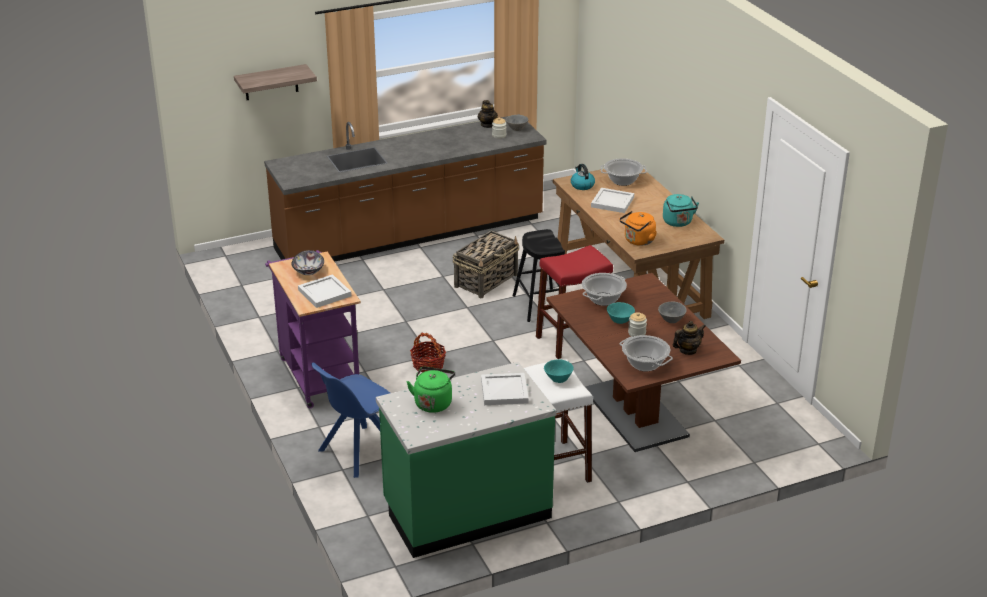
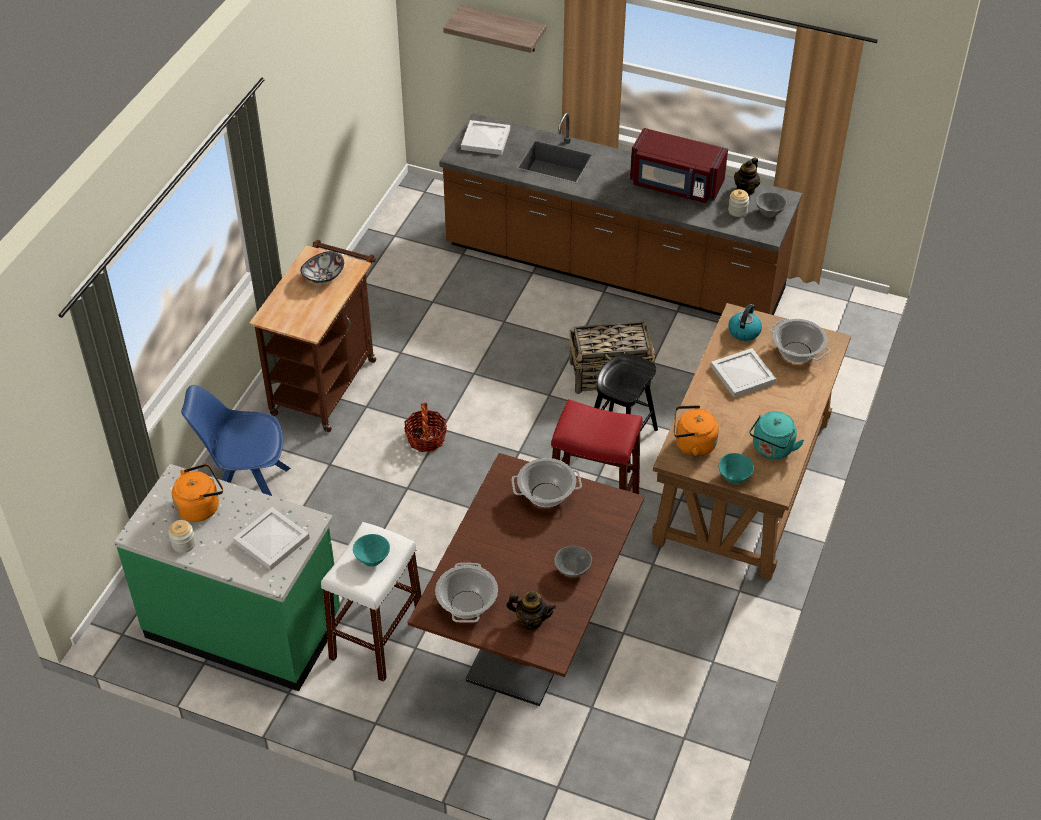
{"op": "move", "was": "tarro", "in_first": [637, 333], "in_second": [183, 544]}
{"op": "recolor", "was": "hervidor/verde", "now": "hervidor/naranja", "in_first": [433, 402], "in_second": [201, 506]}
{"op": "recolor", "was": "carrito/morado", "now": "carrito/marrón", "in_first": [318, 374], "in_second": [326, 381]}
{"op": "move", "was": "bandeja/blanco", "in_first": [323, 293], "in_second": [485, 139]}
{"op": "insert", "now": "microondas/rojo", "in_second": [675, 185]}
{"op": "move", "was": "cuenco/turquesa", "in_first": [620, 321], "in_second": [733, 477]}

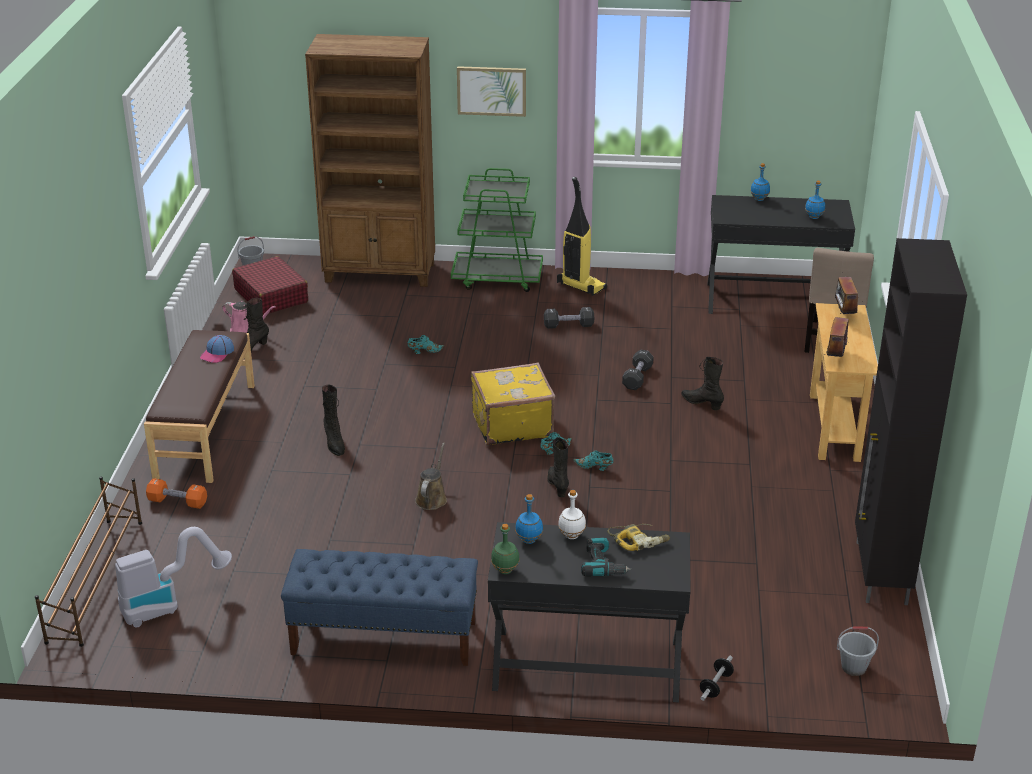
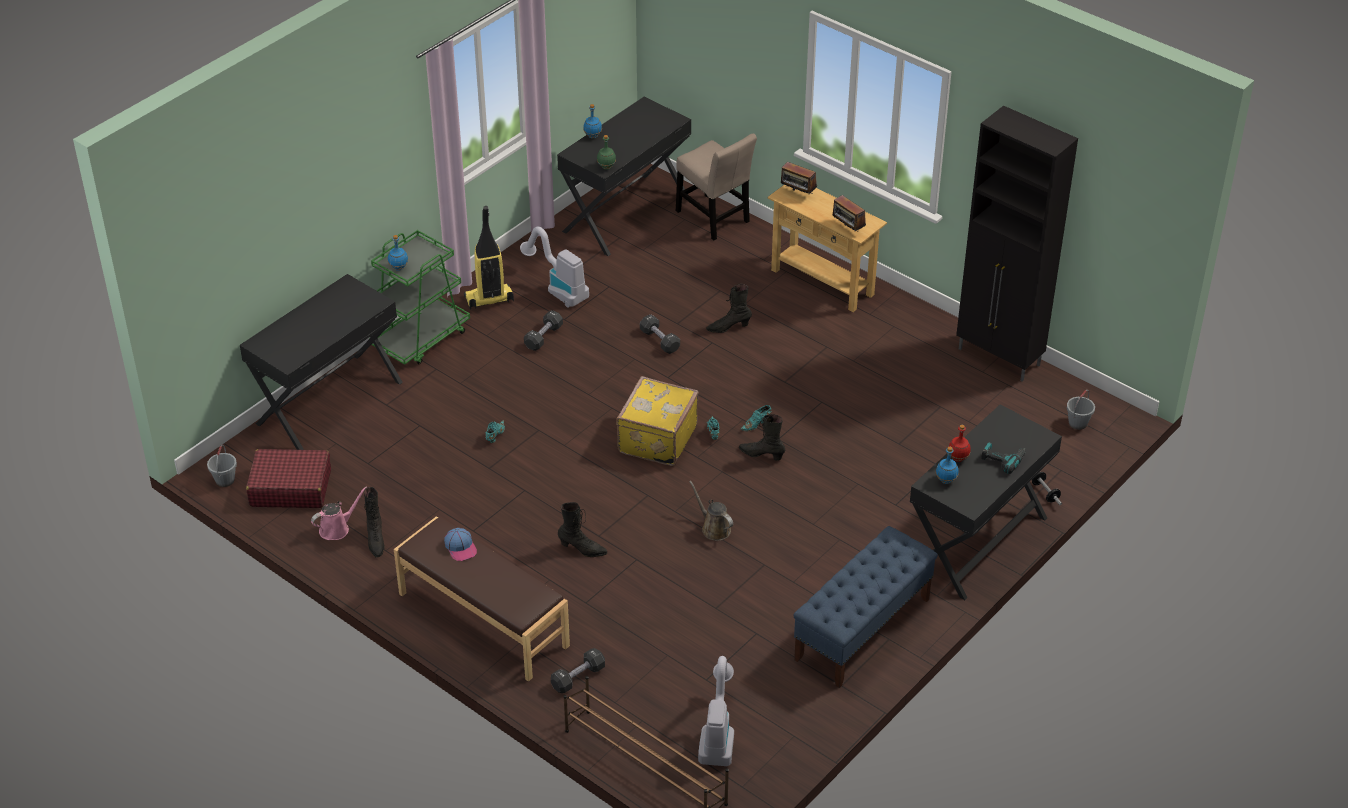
{"op": "replace", "was": "estantería/marrón", "now": "escritorio/negro", "in_first": [380, 273], "in_second": [329, 402]}
{"op": "move", "was": "botella/azul", "in_first": [813, 217], "in_second": [398, 268]}
{"op": "insert", "now": "aspiradora", "in_second": [557, 288]}
{"op": "recolor", "was": "mancuerna/naranja", "now": "mancuerna/negro", "in_first": [177, 502], "in_second": [578, 677]}
{"op": "move", "was": "botella/verde", "in_first": [505, 570], "in_second": [606, 167]}
{"op": "recolor", "was": "botella/blanco", "now": "botella/rojo", "in_first": [571, 535], "in_second": [957, 458]}
{"op": "delete", "was": "cuadro", "in_first": [491, 90]}
{"op": "delete", "was": "taladro", "in_first": [639, 540]}

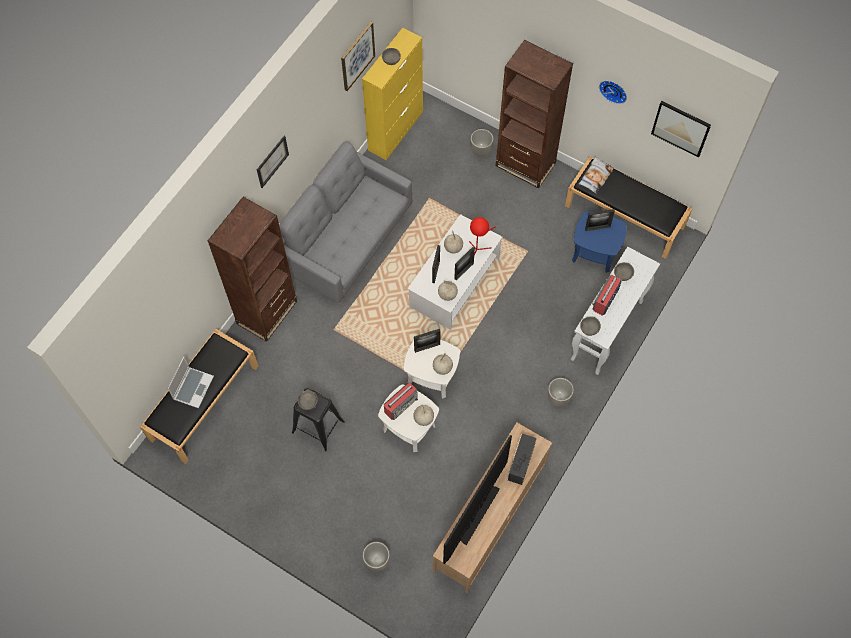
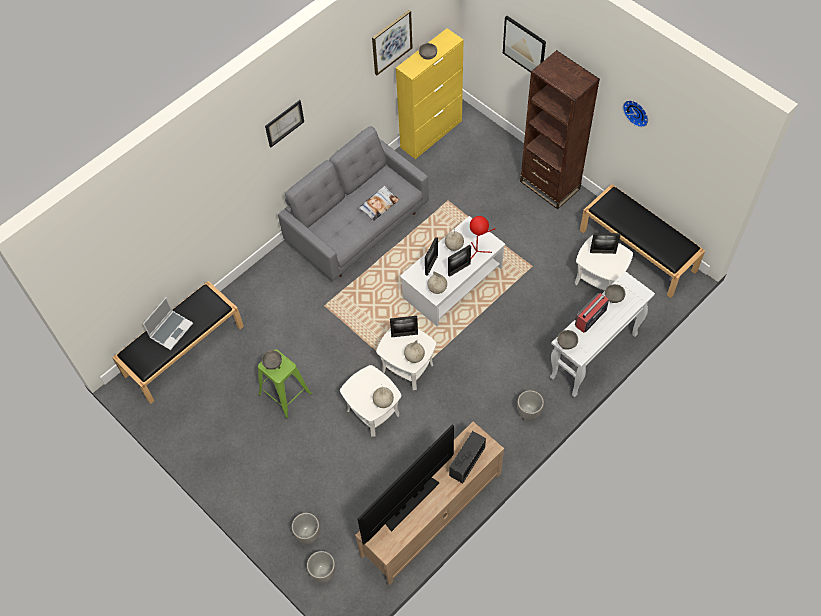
{"op": "recolor", "was": "taburete/negro", "now": "taburete/verde", "in_first": [318, 427], "in_second": [285, 394]}
{"op": "move", "was": "maceta", "in_first": [481, 150], "in_second": [323, 572]}
{"op": "move", "was": "cojín", "in_first": [595, 177], "in_second": [379, 205]}
{"op": "move", "was": "cuadro", "in_first": [681, 128], "in_second": [524, 46]}
{"op": "recolor", "was": "mesa auxiliar/azul", "now": "mesa auxiliar/blanco", "in_first": [595, 253], "in_second": [599, 280]}
{"op": "delete", "was": "estantería/marrón", "in_first": [267, 312]}
{"op": "delete", "was": "radio", "in_first": [401, 404]}

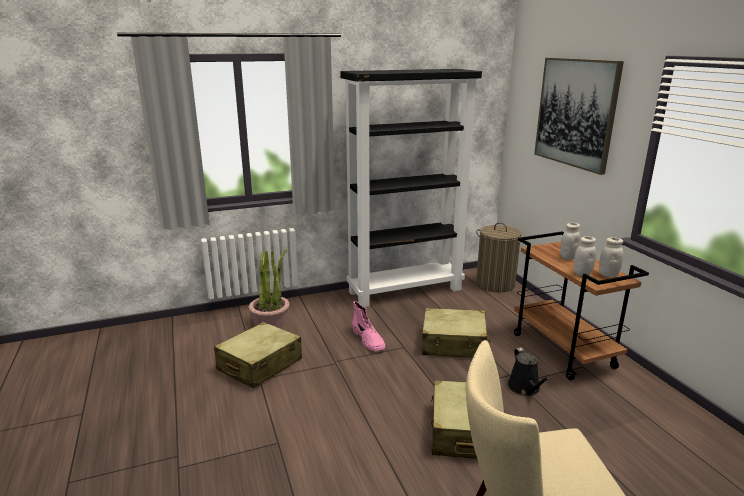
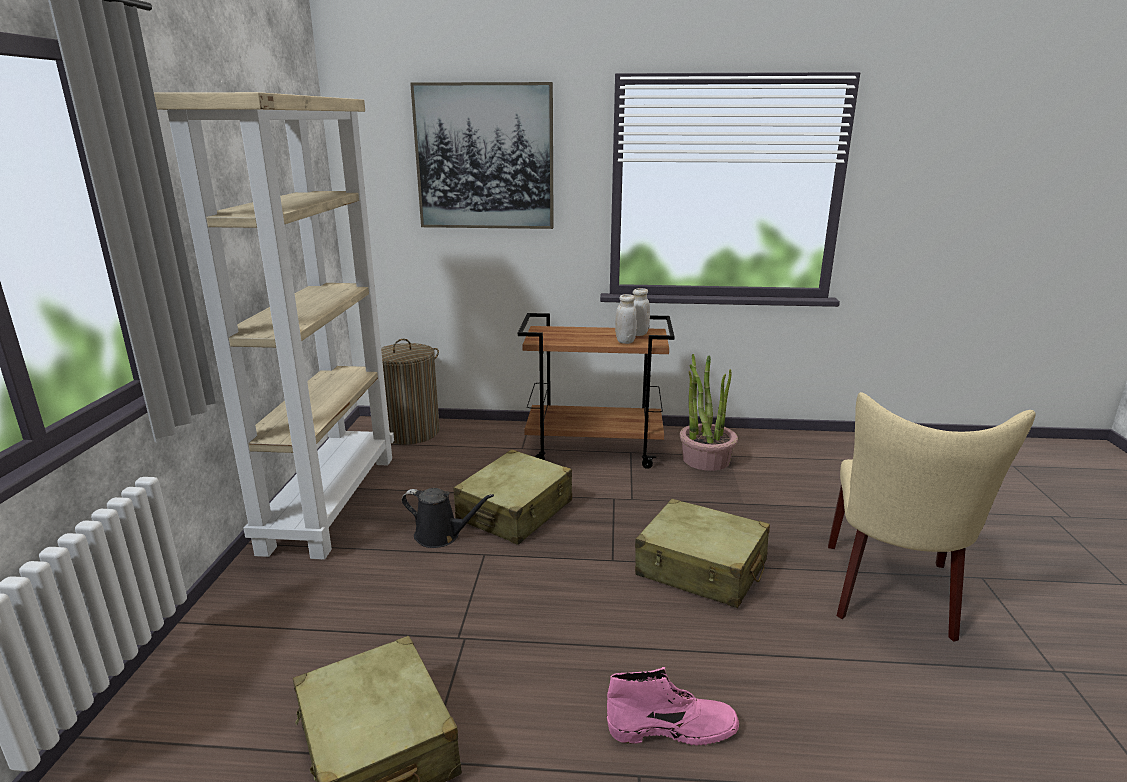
{"op": "recolor", "was": "estantería/negro", "now": "estantería/beis", "in_first": [405, 290], "in_second": [330, 500]}
{"op": "move", "was": "regadera/negro", "in_first": [525, 388], "in_second": [441, 536]}
{"op": "move", "was": "bota/rosa", "in_first": [368, 340], "in_second": [673, 729]}
{"op": "move", "was": "planta en maceta", "in_first": [270, 321], "in_second": [705, 459]}
{"op": "delete", "was": "tarro/blanco", "in_first": [568, 257]}

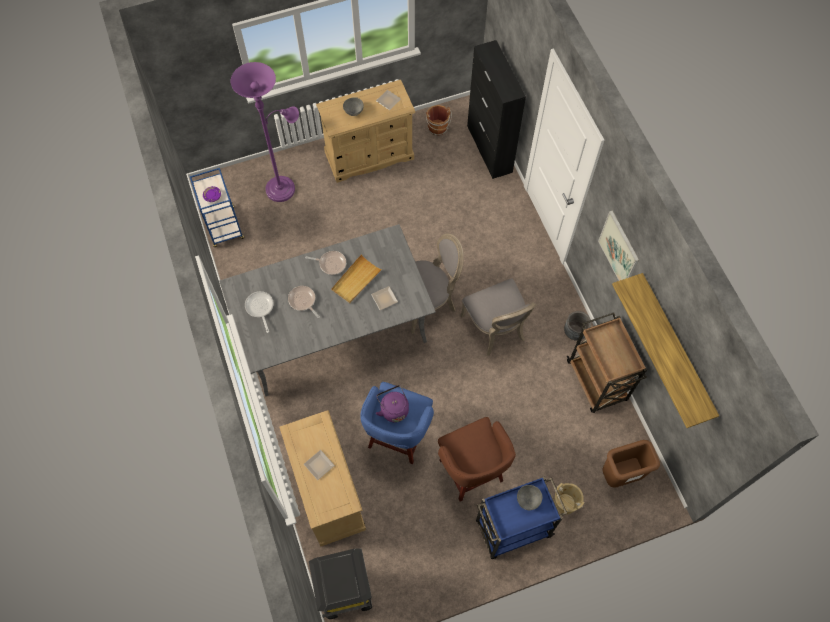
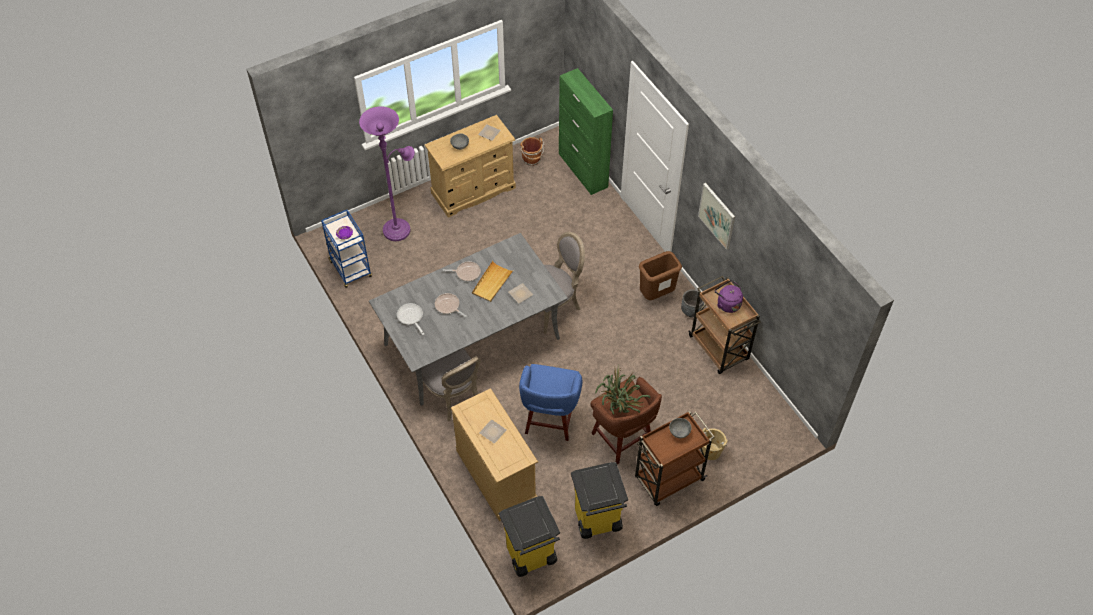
{"op": "move", "was": "silla/gris", "in_first": [496, 329], "in_second": [454, 396]}
{"op": "recolor", "was": "armario/negro", "now": "armario/verde", "in_first": [489, 149], "in_second": [583, 170]}
{"op": "insert", "now": "papelera/amarillo", "in_second": [596, 520]}
{"op": "insert", "now": "planta en maceta", "in_second": [619, 411]}
{"op": "recolor", "was": "carrito/azul", "now": "carrito/marrón", "in_first": [512, 529], "in_second": [668, 479]}
{"op": "move", "was": "papelera/marrón", "in_first": [621, 474], "in_second": [656, 294]}
{"op": "move", "was": "hervidor/morado", "in_first": [393, 409], "in_second": [727, 303]}
{"op": "delete", "was": "estante", "in_first": [675, 347]}

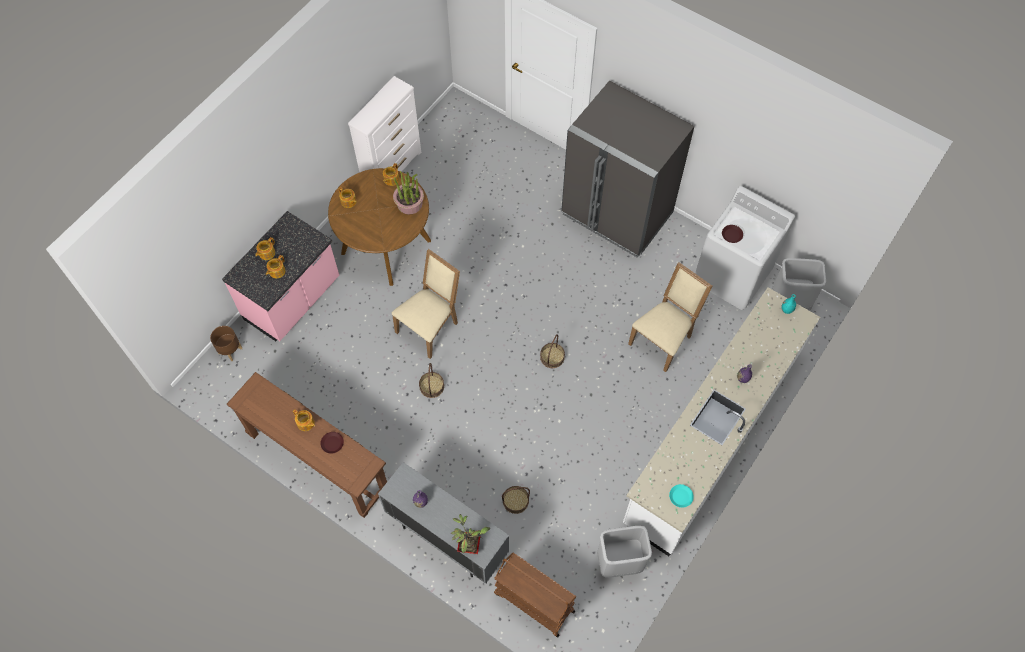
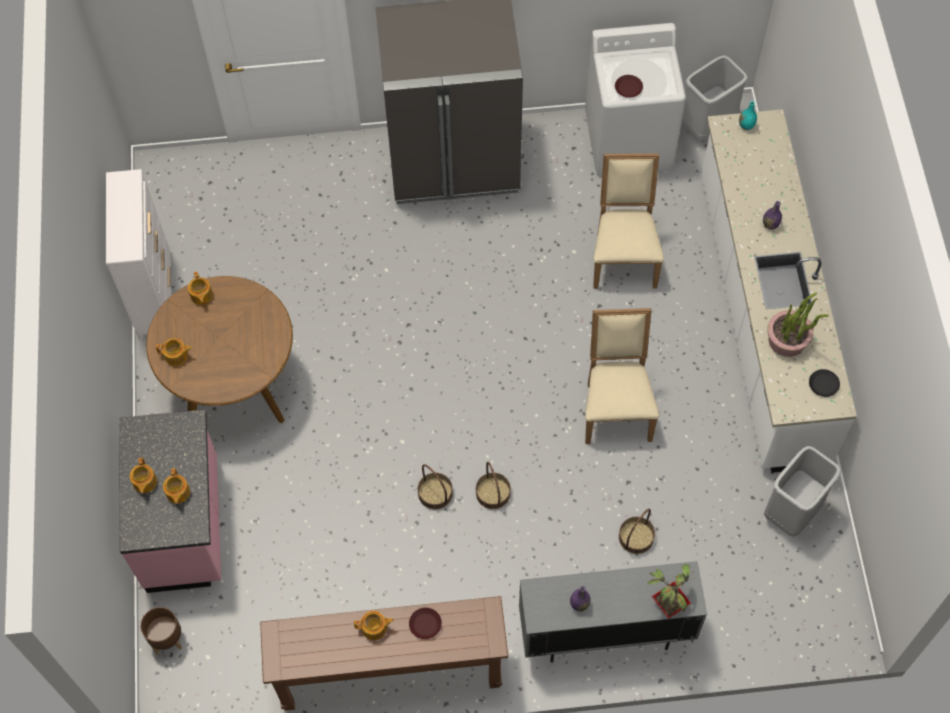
{"op": "move", "was": "cesta", "in_first": [552, 357], "in_second": [493, 493]}
{"op": "move", "was": "silla/beis", "in_first": [430, 326], "in_second": [616, 407]}
{"op": "move", "was": "planta en maceta", "in_first": [409, 204], "in_second": [787, 340]}
{"op": "recolor", "was": "plato/turquesa", "now": "plato/negro", "in_first": [680, 497], "in_second": [823, 385]}
{"op": "delete", "was": "carrito/marrón", "in_first": [533, 602]}

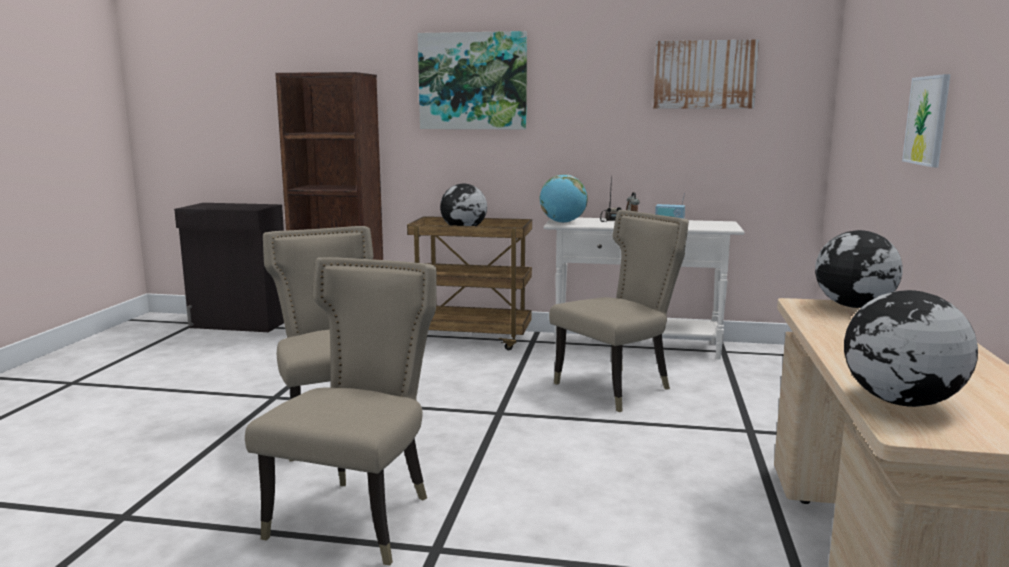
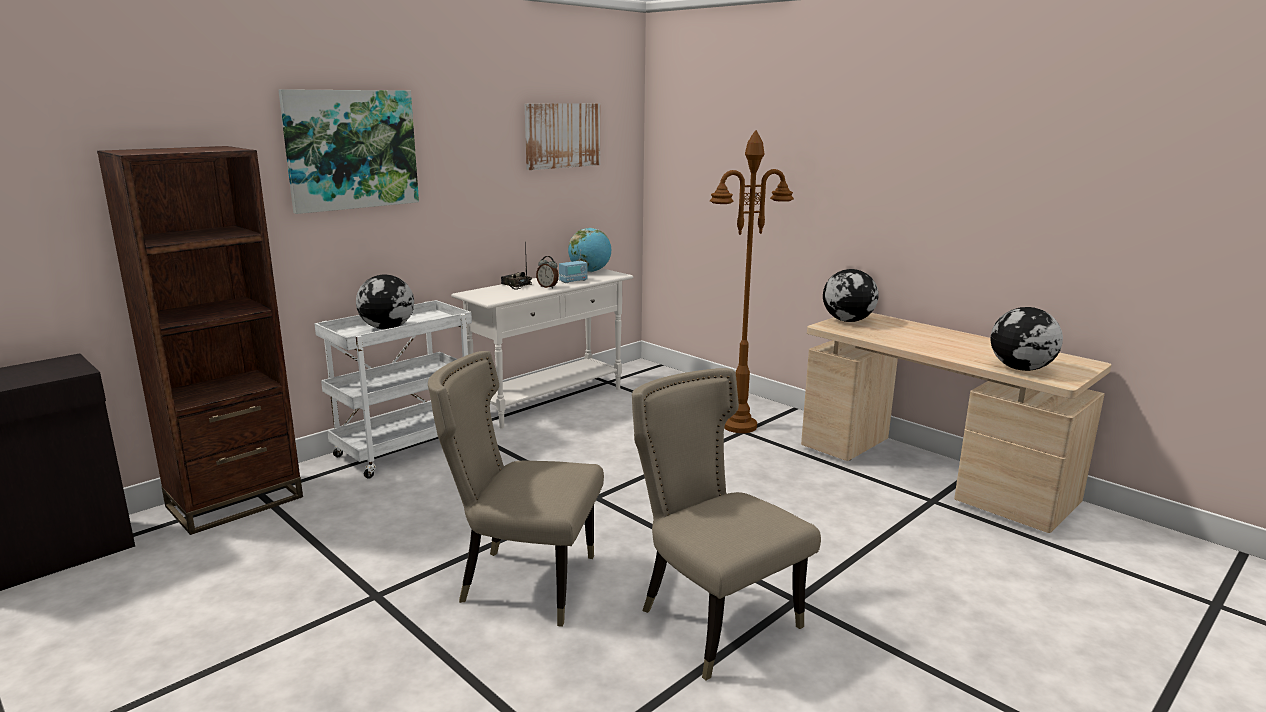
{"op": "recolor", "was": "carrito/marrón", "now": "carrito/blanco", "in_first": [473, 339], "in_second": [406, 448]}
{"op": "move", "was": "globo terráqueo", "in_first": [563, 222], "in_second": [590, 271]}
{"op": "insert", "now": "lámpara de pie/marrón", "in_second": [740, 426]}
{"op": "delete", "was": "silla/beis", "in_first": [618, 387]}
{"op": "delete", "was": "cuadro", "in_first": [927, 120]}

